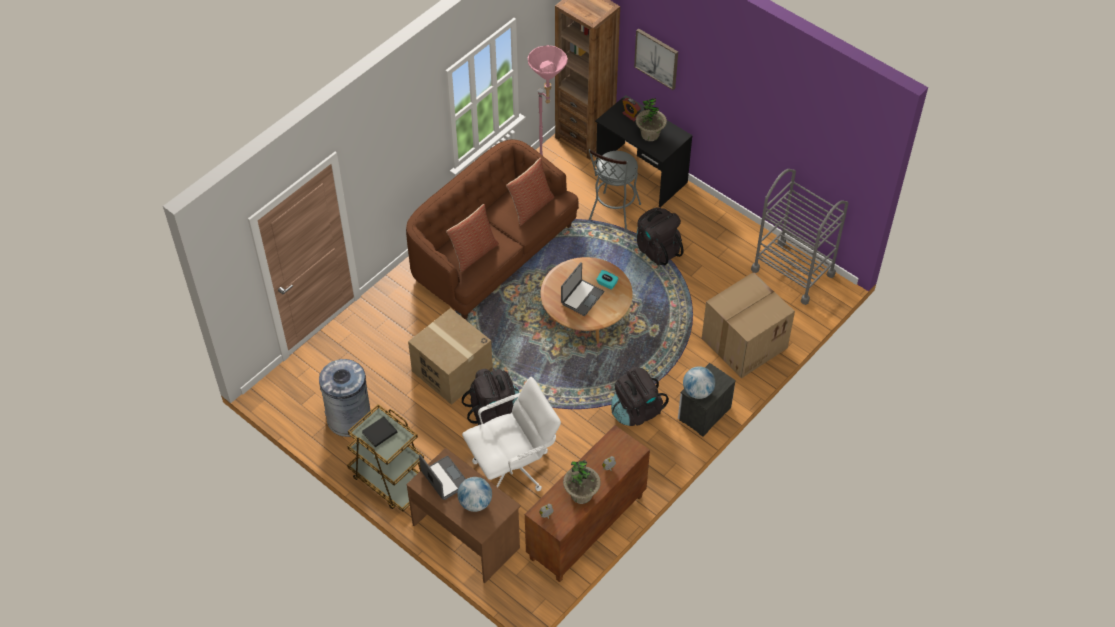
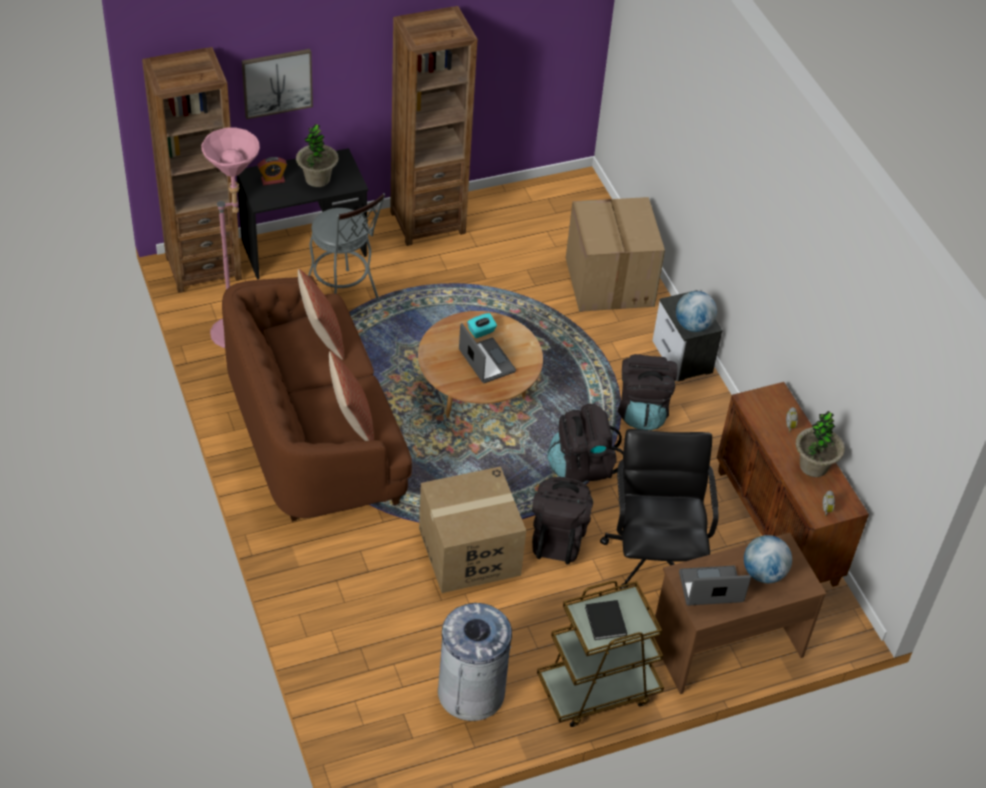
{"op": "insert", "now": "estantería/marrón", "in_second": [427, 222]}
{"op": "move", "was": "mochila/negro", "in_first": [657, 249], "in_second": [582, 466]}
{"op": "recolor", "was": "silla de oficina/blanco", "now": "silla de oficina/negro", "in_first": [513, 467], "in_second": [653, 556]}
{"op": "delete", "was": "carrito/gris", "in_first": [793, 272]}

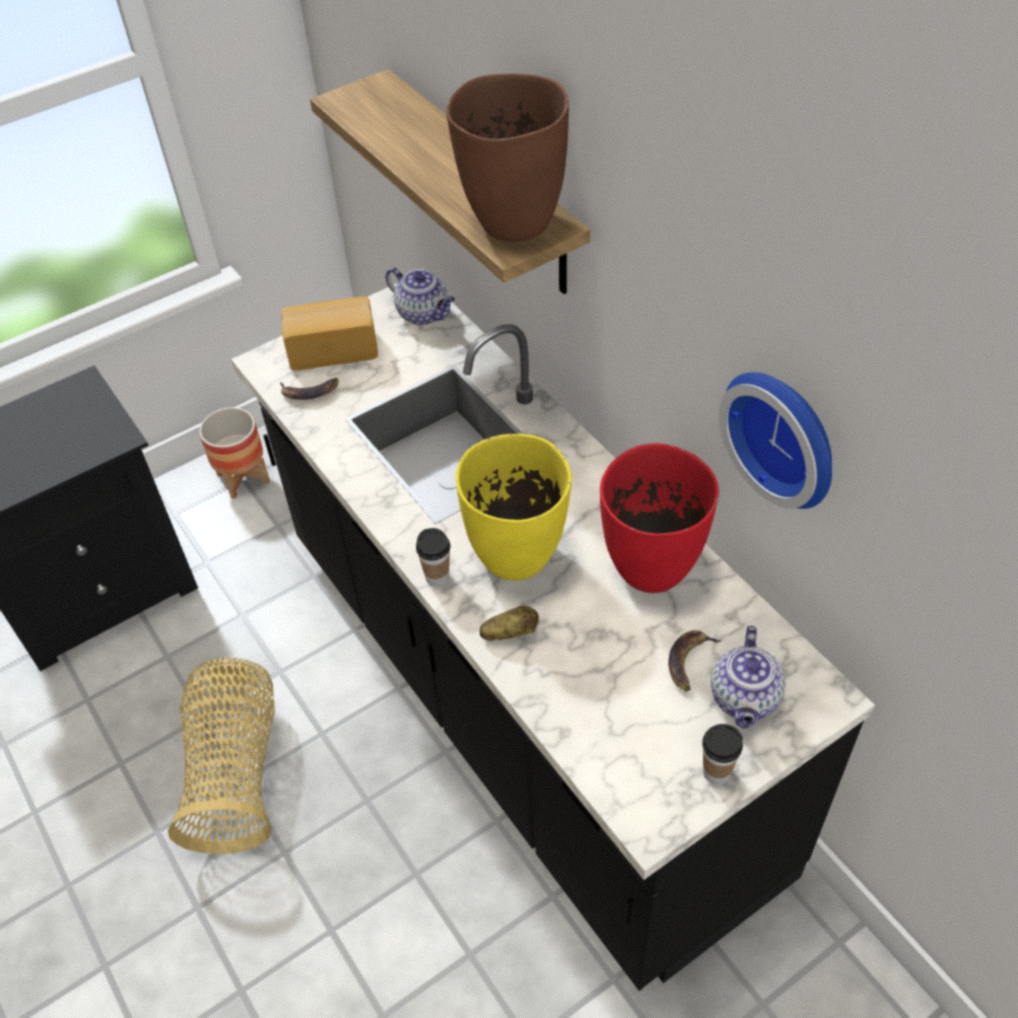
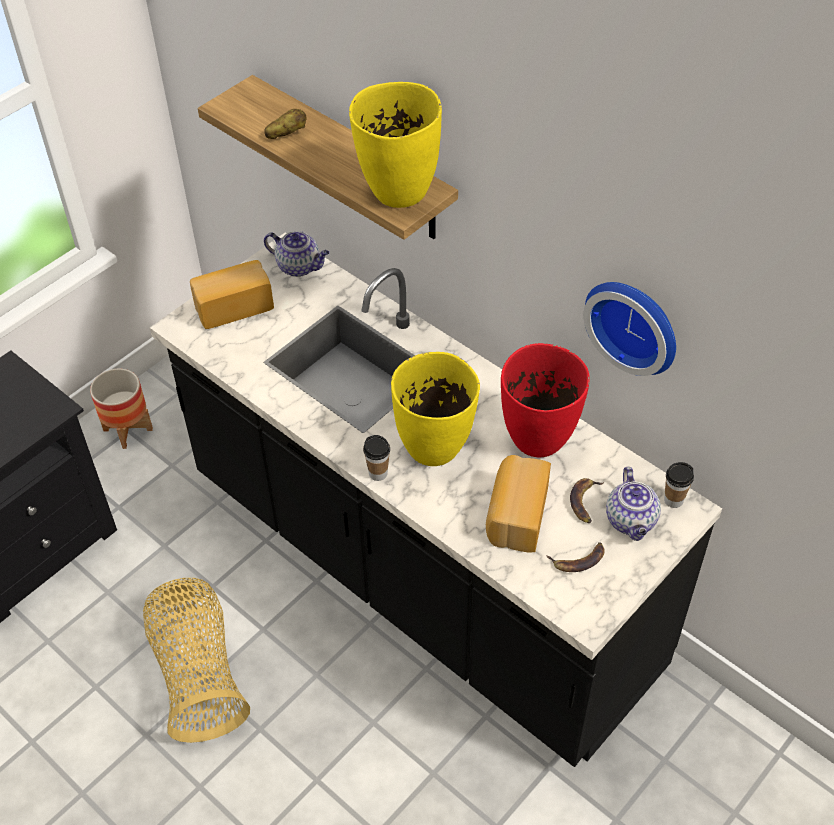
{"op": "move", "was": "patata", "in_first": [510, 633], "in_second": [286, 134]}
{"op": "recolor", "was": "florero/marrón", "now": "florero/amarillo", "in_first": [513, 223], "in_second": [398, 192]}
{"op": "insert", "now": "pan", "in_second": [515, 515]}
{"op": "move", "was": "plátano", "in_first": [309, 391], "in_second": [578, 560]}
{"op": "move", "was": "taza", "in_first": [716, 772], "in_second": [673, 500]}

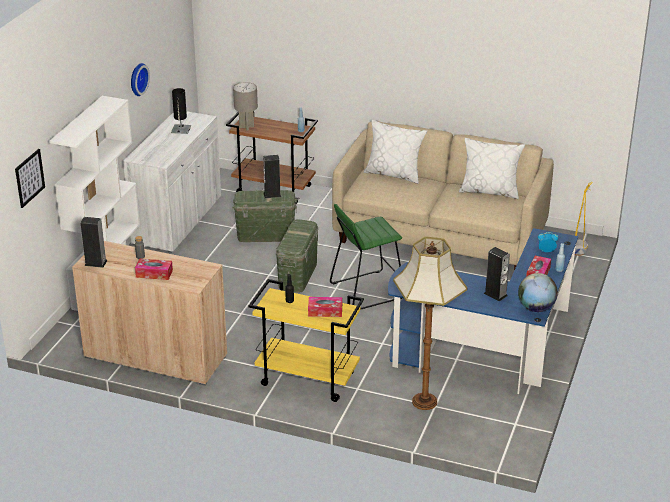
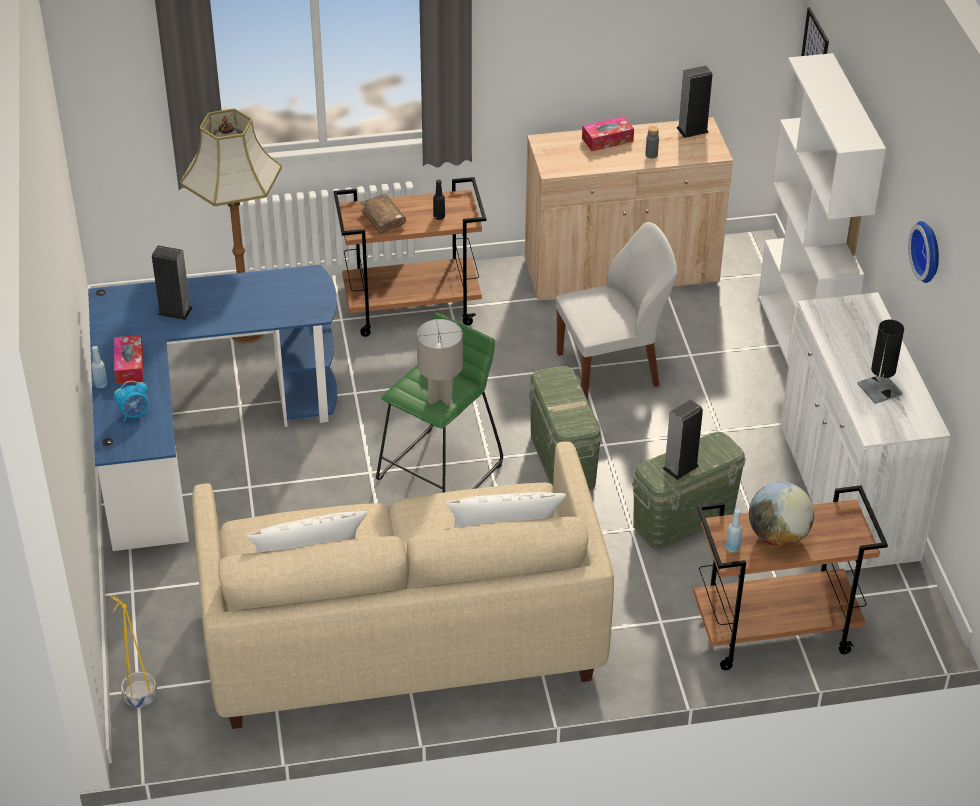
{"op": "recolor", "was": "carrito/amarillo", "now": "carrito/marrón", "in_first": [306, 379], "in_second": [413, 308]}
{"op": "replace", "was": "caja de pañuelos", "now": "libro/marrón", "in_first": [325, 311], "in_second": [383, 218]}
{"op": "move", "was": "lámpara de mesa/gris", "in_first": [247, 127], "in_second": [440, 397]}
{"op": "insert", "now": "silla/blanco", "in_second": [610, 369]}
{"op": "move", "was": "globo terráqueo", "in_first": [536, 308], "in_second": [778, 536]}

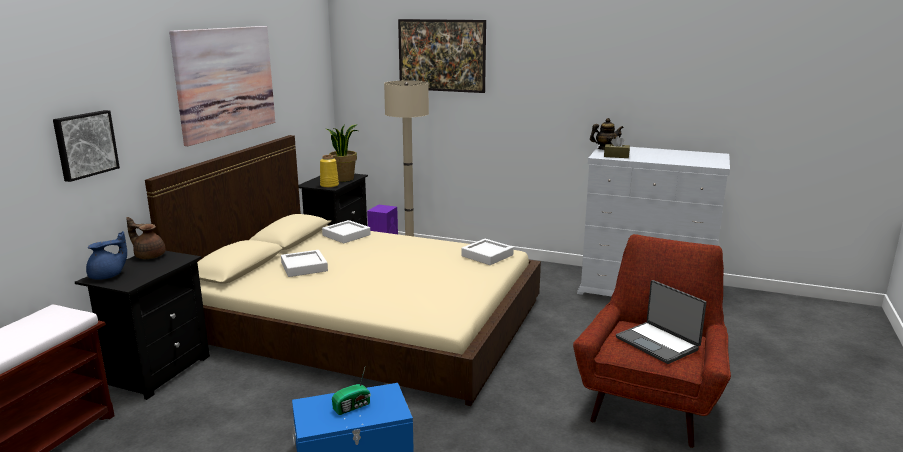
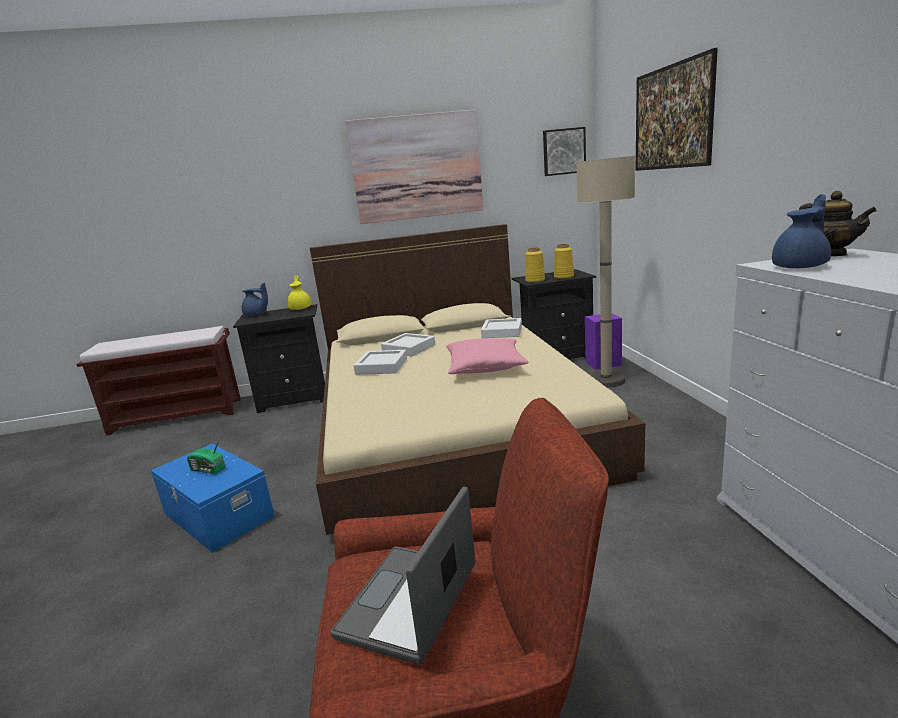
{"op": "recolor", "was": "tetera/marrón", "now": "tetera/amarillo", "in_first": [149, 256], "in_second": [301, 308]}
{"op": "move", "was": "bandeja/blanco", "in_first": [487, 255], "in_second": [381, 366]}
{"op": "insert", "now": "cojín/rosa", "in_second": [485, 367]}
{"op": "move", "was": "cuadro", "in_first": [85, 144], "in_second": [563, 151]}
{"op": "replace", "was": "planta en maceta", "now": "florero/amarillo", "in_first": [344, 179], "in_second": [563, 277]}
{"op": "replace", "was": "caja de pañuelos/marrón", "now": "tetera/azul", "in_first": [616, 156], "in_second": [801, 266]}

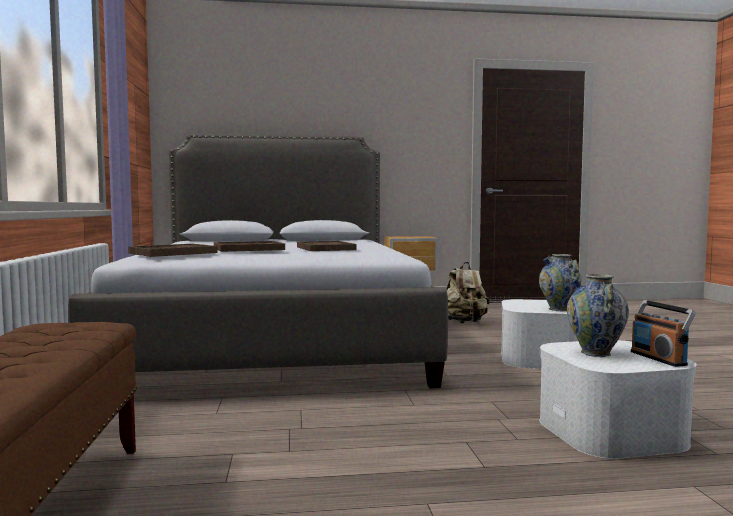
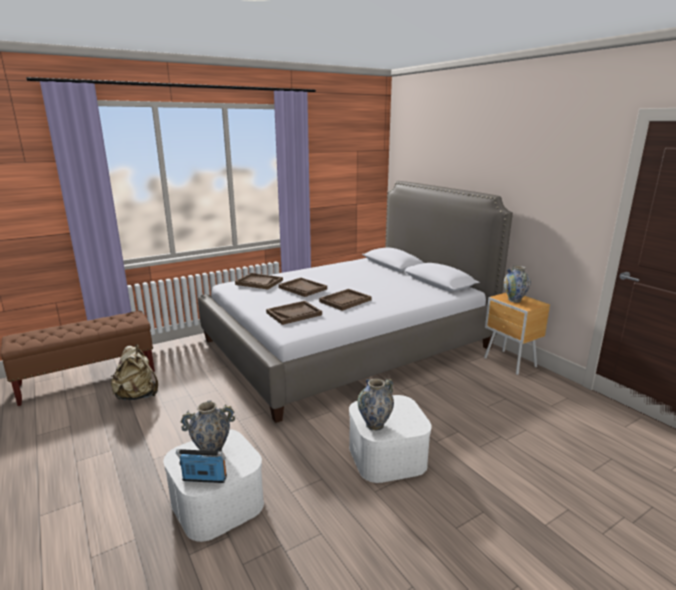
{"op": "move", "was": "mochila/beis", "in_first": [464, 322], "in_second": [137, 396]}
{"op": "rotate", "was": "radio", "in_first": [658, 358], "in_second": [204, 479], "clockwise": 45}
{"op": "insert", "now": "bandeja/marrón", "in_second": [294, 314]}
{"op": "insert", "now": "florero", "in_second": [514, 300]}

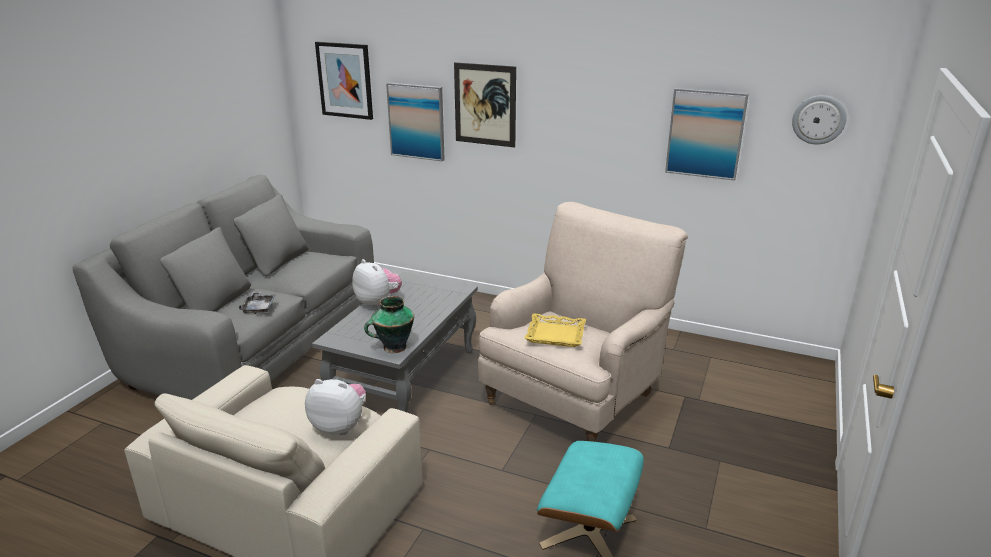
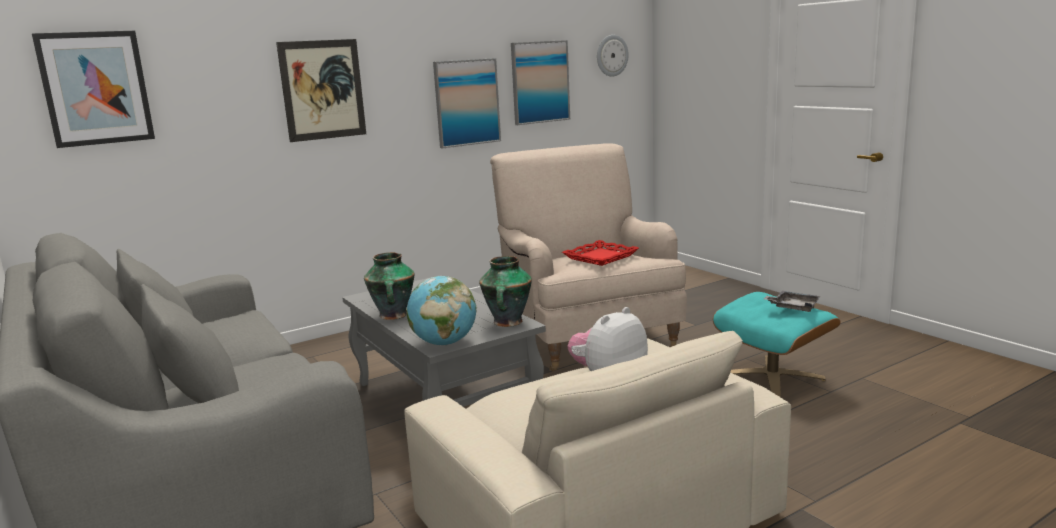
{"op": "replace", "was": "peluche", "now": "florero", "in_first": [378, 302], "in_second": [393, 316]}
{"op": "insert", "now": "globo terráqueo", "in_second": [444, 343]}
{"op": "move", "was": "cuadro", "in_first": [416, 121], "in_second": [466, 102]}
{"op": "recolor", "was": "bandeja/amarillo", "now": "bandeja/rojo", "in_first": [555, 335], "in_second": [601, 257]}
{"op": "move", "was": "bandeja/gris", "in_first": [259, 307], "in_second": [793, 307]}

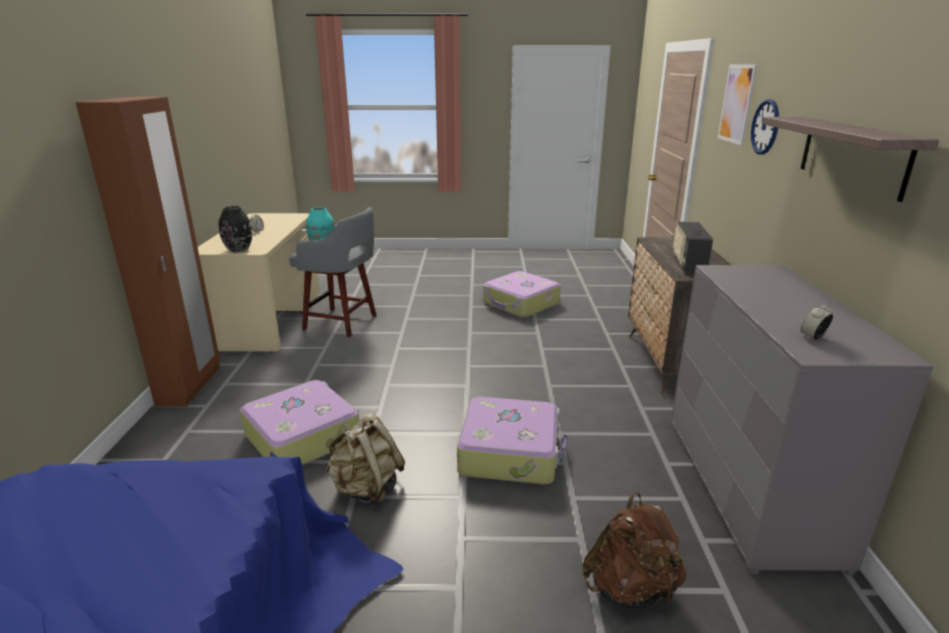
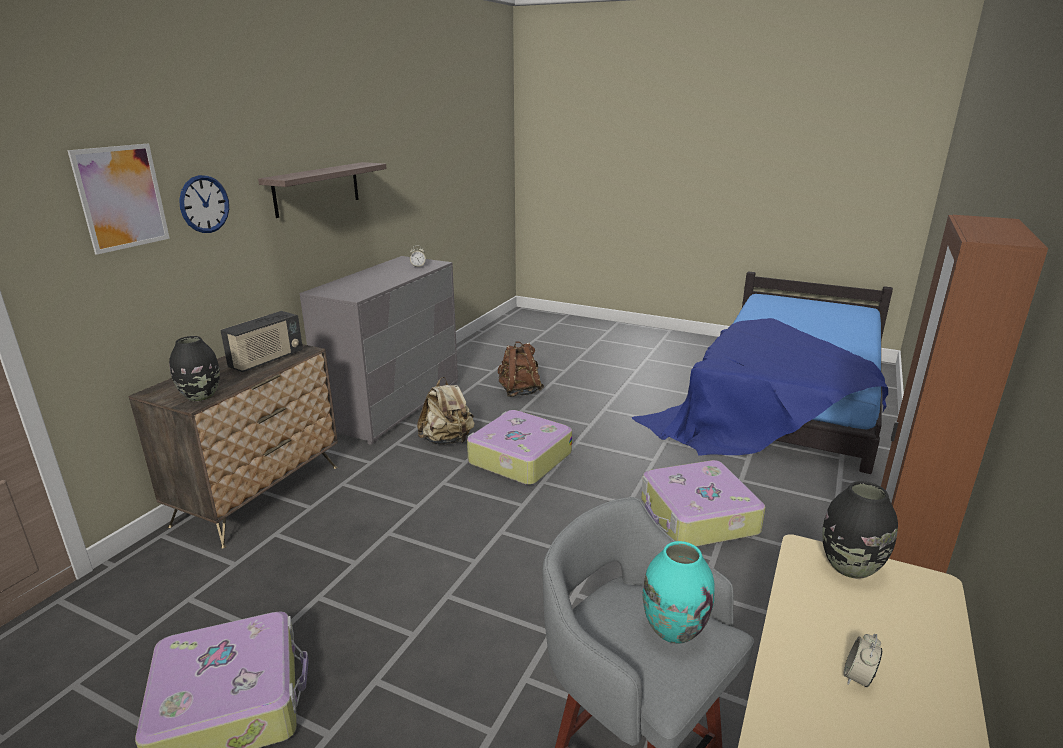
{"op": "insert", "now": "florero/negro", "in_second": [201, 396]}
{"op": "move", "was": "mochila/beis", "in_first": [367, 489], "in_second": [447, 440]}

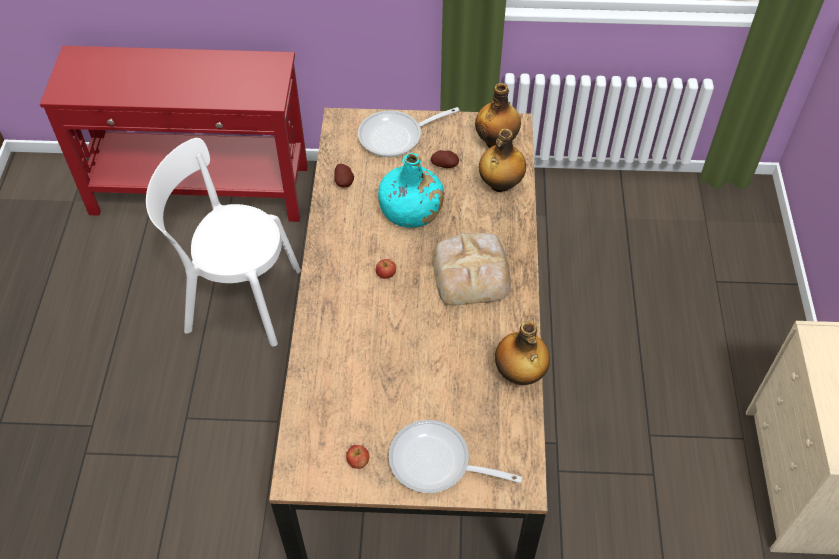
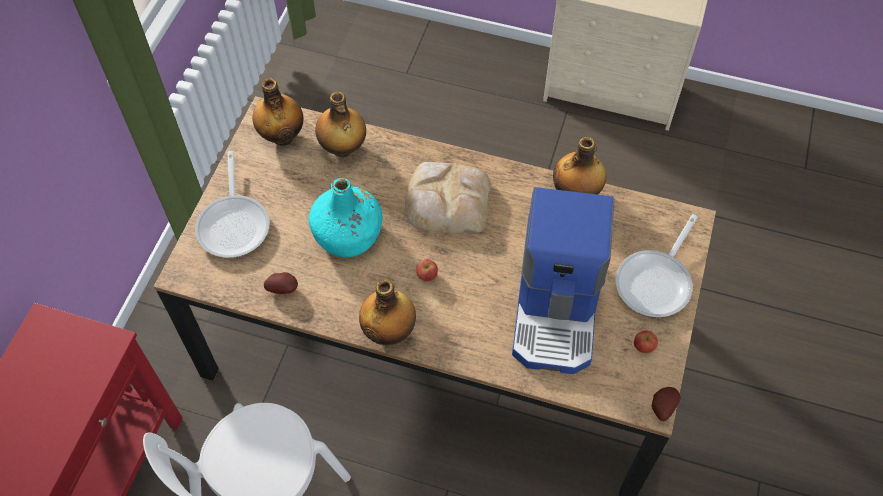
{"op": "insert", "now": "botella", "in_second": [389, 331]}
{"op": "insert", "now": "cafetera", "in_second": [557, 309]}
{"op": "move", "was": "patata", "in_first": [445, 165], "in_second": [661, 407]}

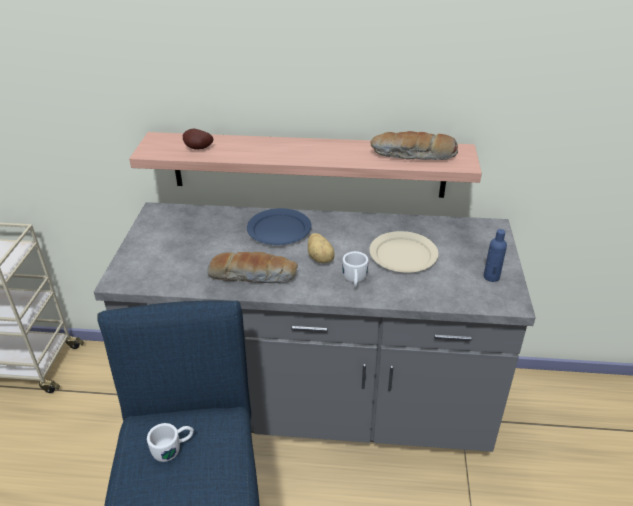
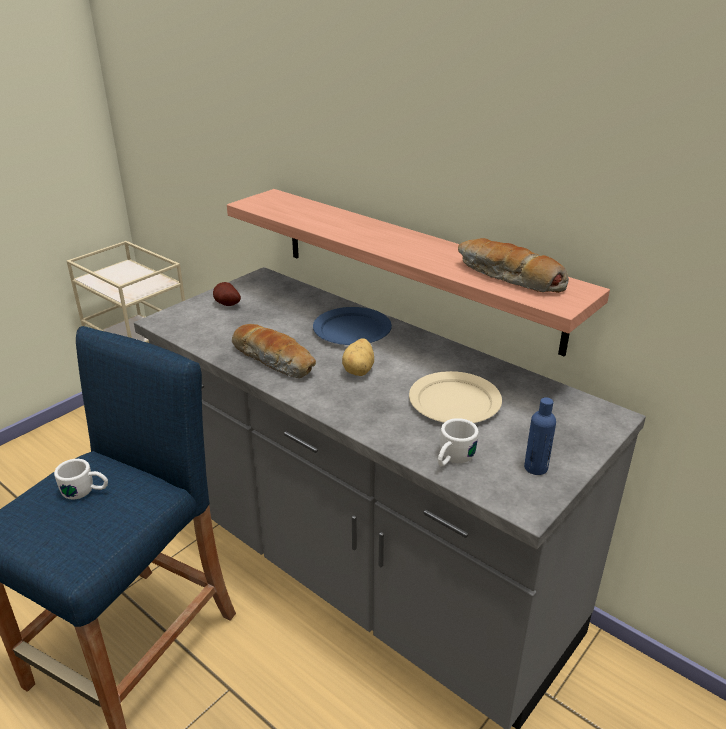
{"op": "move", "was": "patata", "in_first": [197, 149], "in_second": [226, 305]}
{"op": "move", "was": "taza grande/blanco", "in_first": [354, 280], "in_second": [452, 459]}

